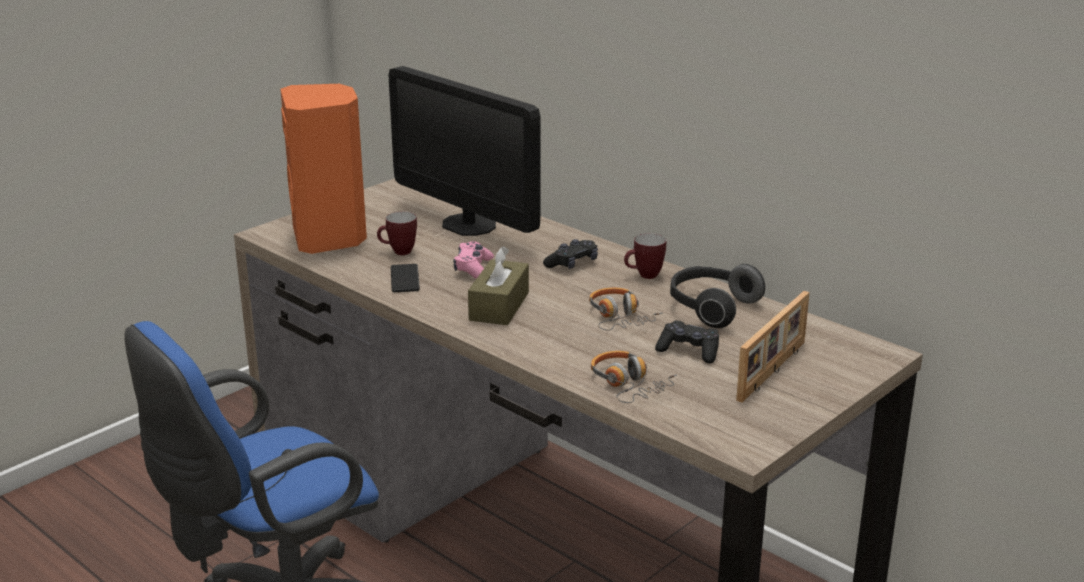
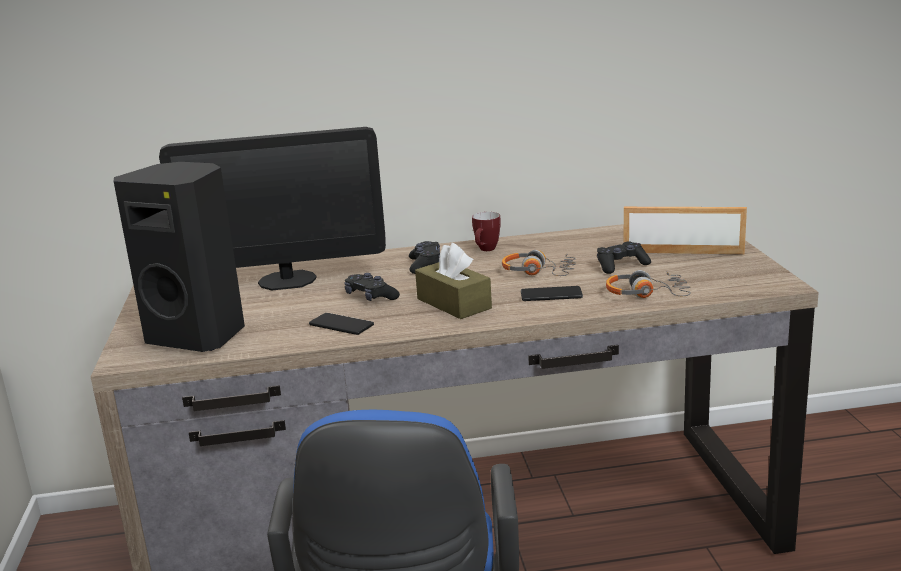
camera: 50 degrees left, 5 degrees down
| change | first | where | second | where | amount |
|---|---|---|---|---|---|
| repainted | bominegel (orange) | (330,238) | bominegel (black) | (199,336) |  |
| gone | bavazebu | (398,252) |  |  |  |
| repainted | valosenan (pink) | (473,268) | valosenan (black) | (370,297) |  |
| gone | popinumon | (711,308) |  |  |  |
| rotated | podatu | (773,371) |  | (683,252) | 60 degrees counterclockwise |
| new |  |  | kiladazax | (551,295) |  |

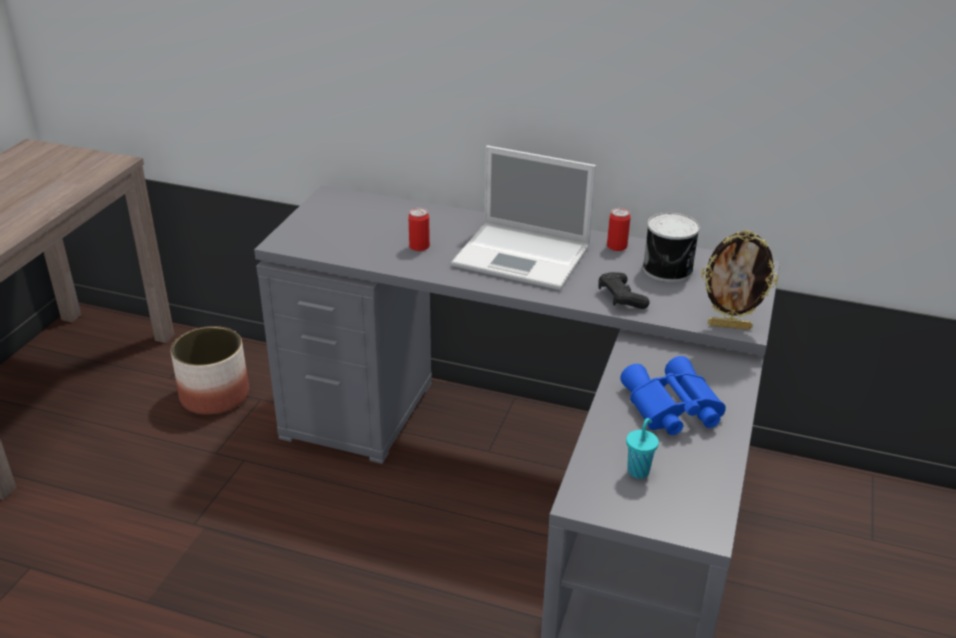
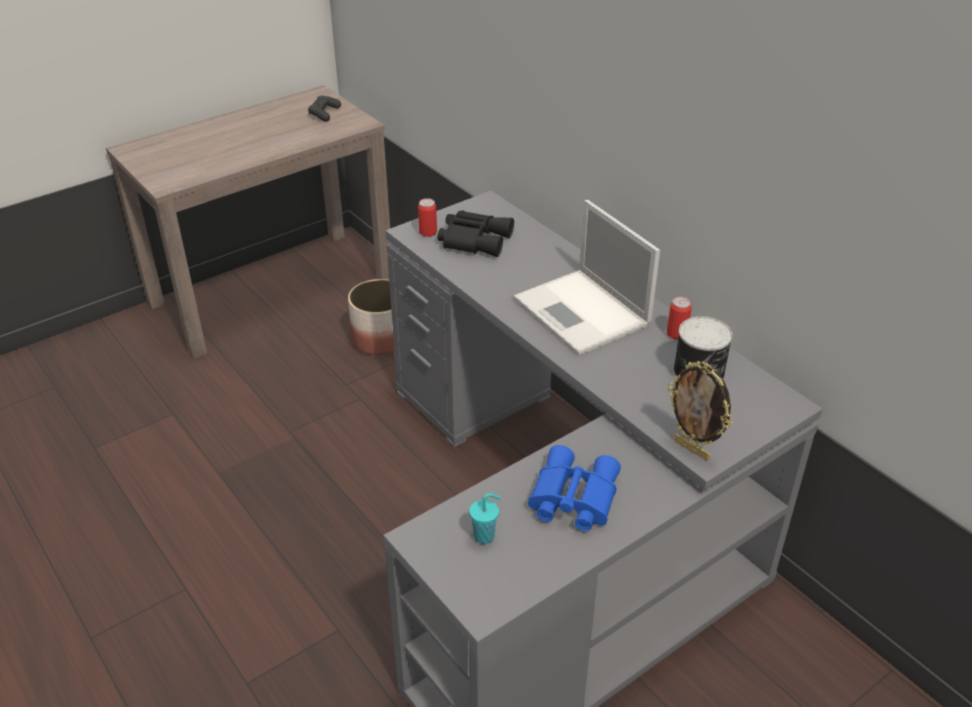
camera: 35 degrees right, 5 degrees up
| change | first | where | second | where | amount |
|---|---|---|---|---|---|
| shifted | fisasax | (419,246) |  | (428,232) |  |
| shifted | valosenan (black) | (621,298) |  | (324,113) |  |
| new |  |  | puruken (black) | (474,239) |  |

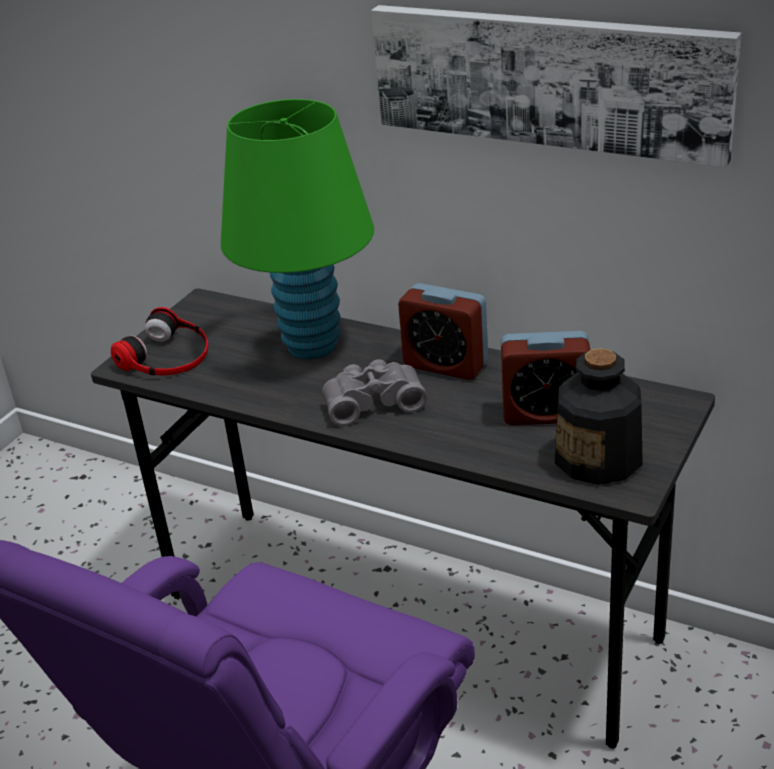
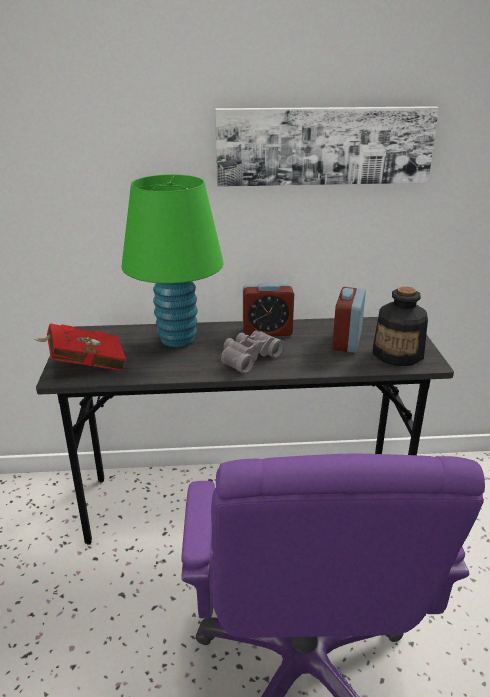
camera: 35 degrees left, 5 degrees down
| change | first | where | second | where | amount |
|---|---|---|---|---|---|
| swapped | popinumon | (167,355) | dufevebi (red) | (84,365) |  |
| rotated | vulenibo | (545,413) |  | (347,341) | 135 degrees clockwise |

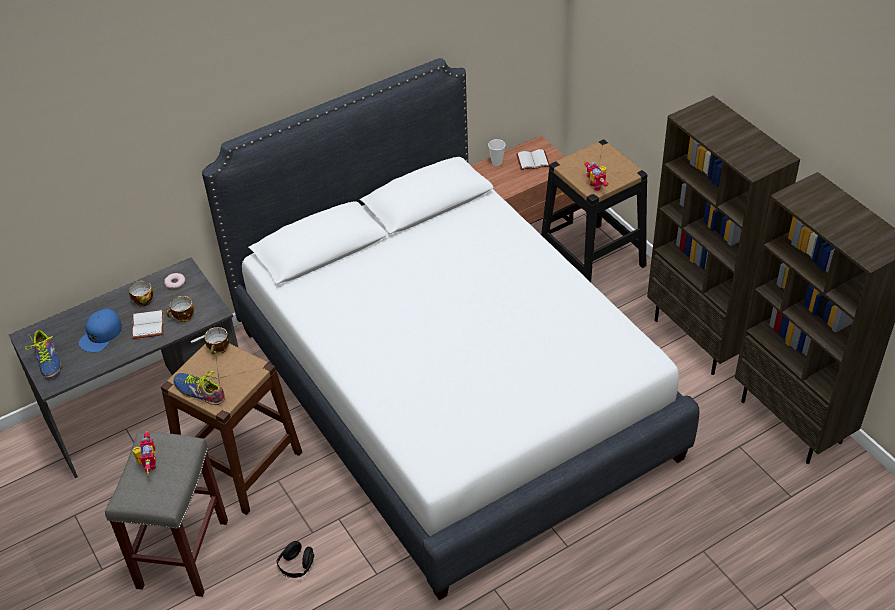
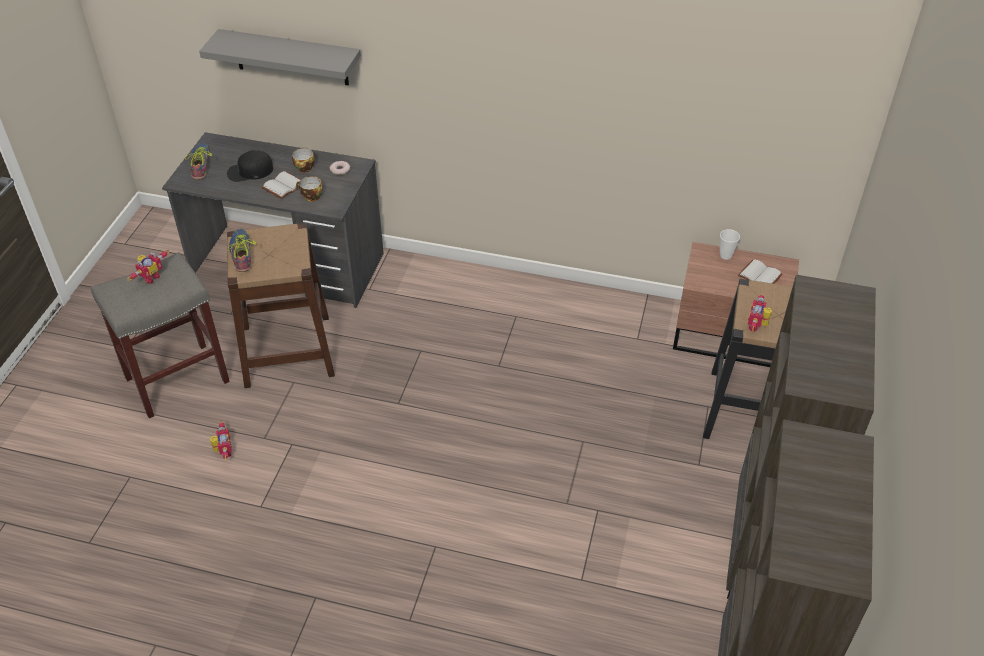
camera: 45 degrees right, 0 degrees up
| change | first | where | second | where | amount |
|---|---|---|---|---|---|
| rotated | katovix | (48,360) |  | (200,164) | 150 degrees clockwise |
| repainted | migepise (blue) | (101,334) | migepise (black) | (250,171) |  |
| gone | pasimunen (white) | (452,391) |  |  |  |
| gone | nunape | (219,349) |  |  |  |
| swapped | popinumon (black) | (296,566) | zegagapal | (223,452) |  |
| new |  |  | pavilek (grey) | (291,57) |  |

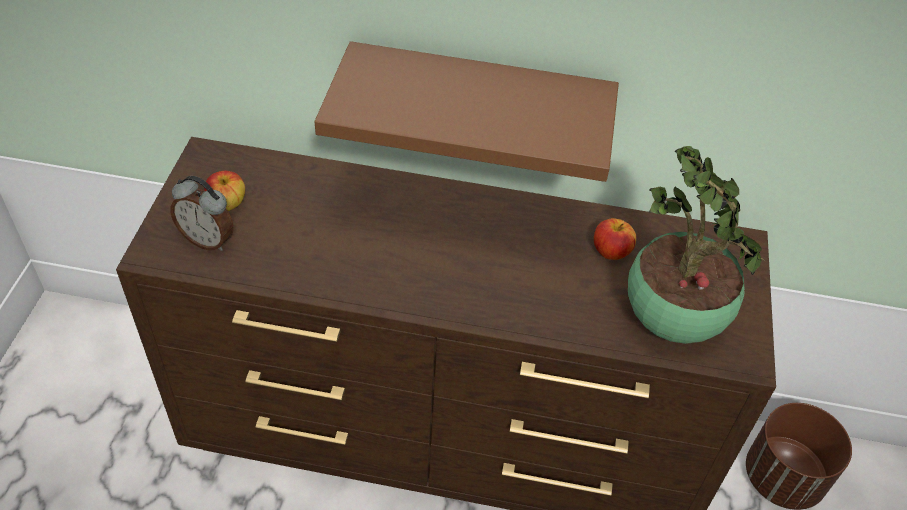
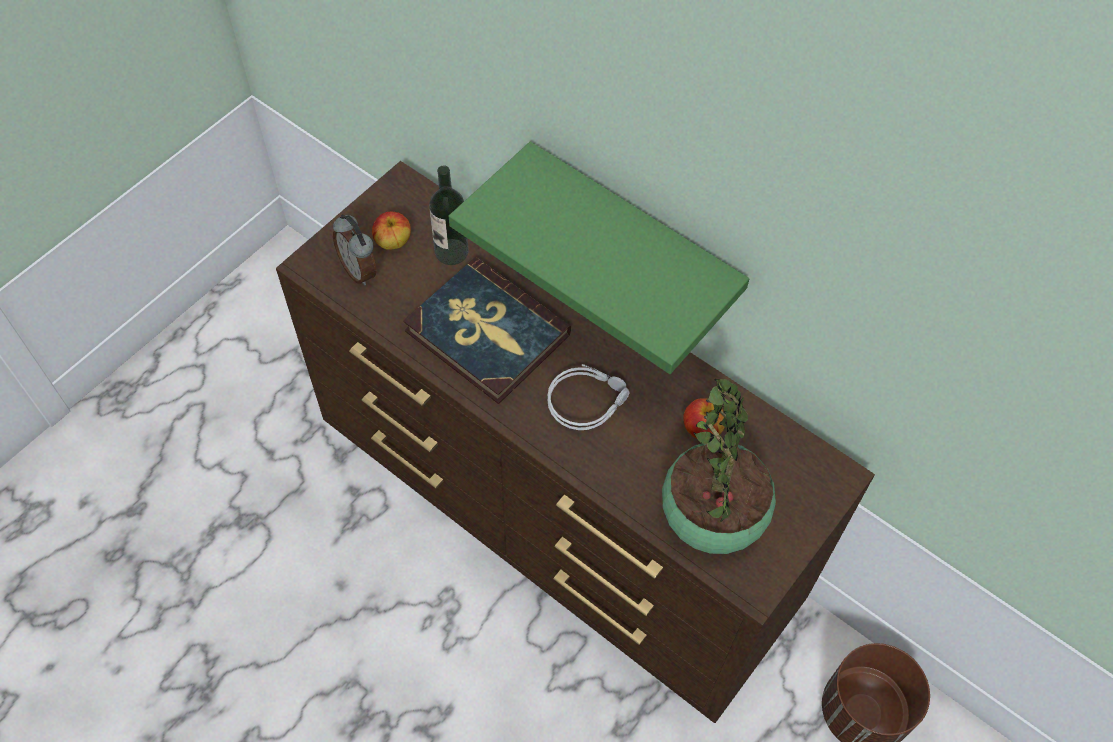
camera: 30 degrees right, 10 degrees up
| change | first | where | second | where | amount |
|---|---|---|---|---|---|
| repainted | pavilek (brown) | (479,101) | pavilek (green) | (632,238) |  |
| new |  |  | dufevebi | (486,333) |  |
| new |  |  | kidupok | (451,252) |  |
| new |  |  | popinumon (grey) | (587,399) |  |

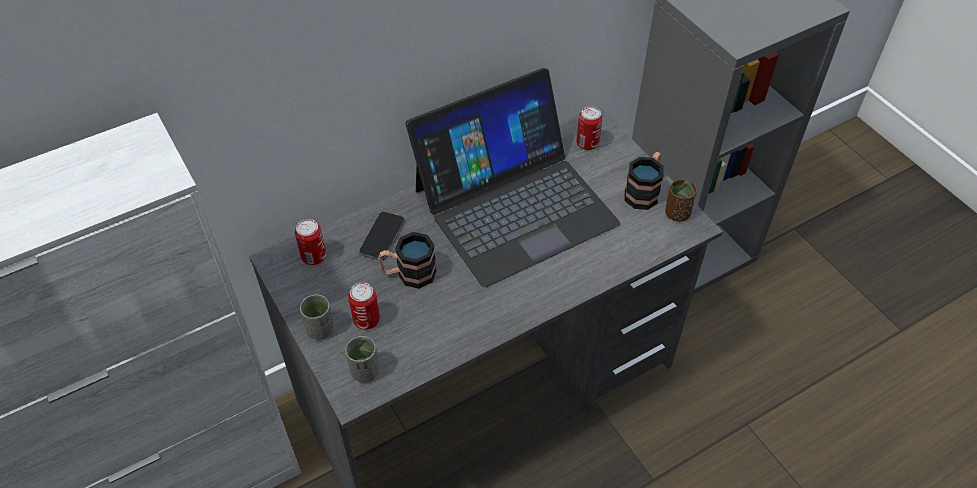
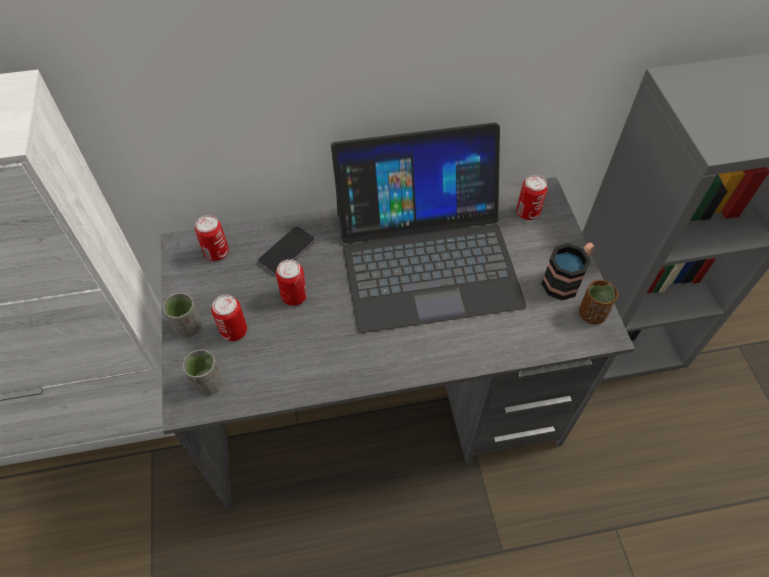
camera: 20 degrees right, 5 degrees up
| change | first | where | second | where | amount |
|---|---|---|---|---|---|
| swapped | bavazebu | (408,274) | fisasax | (294,296) |  |

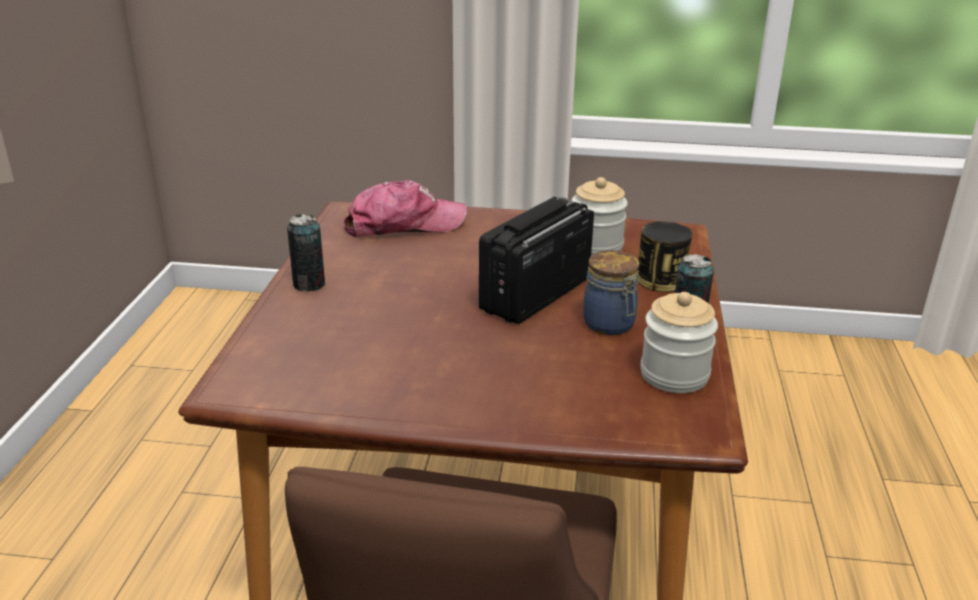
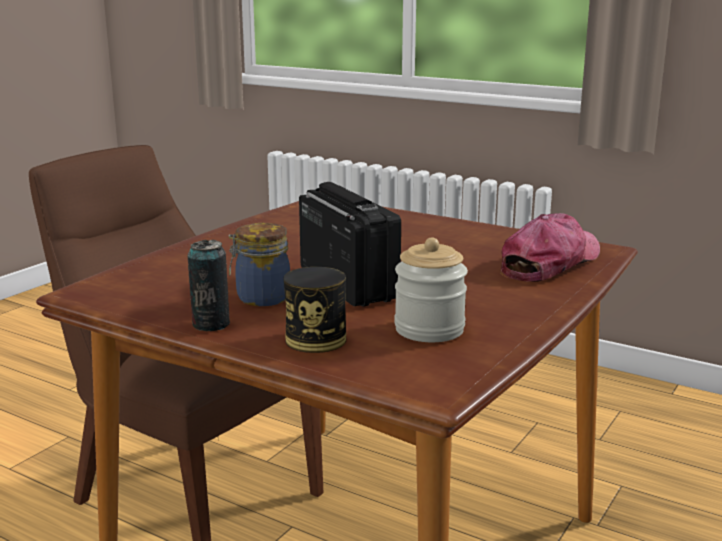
camera: 115 degrees right, 10 degrees down
| change | first | where | second | where | amount |
|---|---|---|---|---|---|
| gone | fisasax | (309,284) |  |  |  |
| rotated | migepise | (404,225) |  | (550,263) | 150 degrees counterclockwise |
| gone | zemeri | (674,375) |  |  |  |

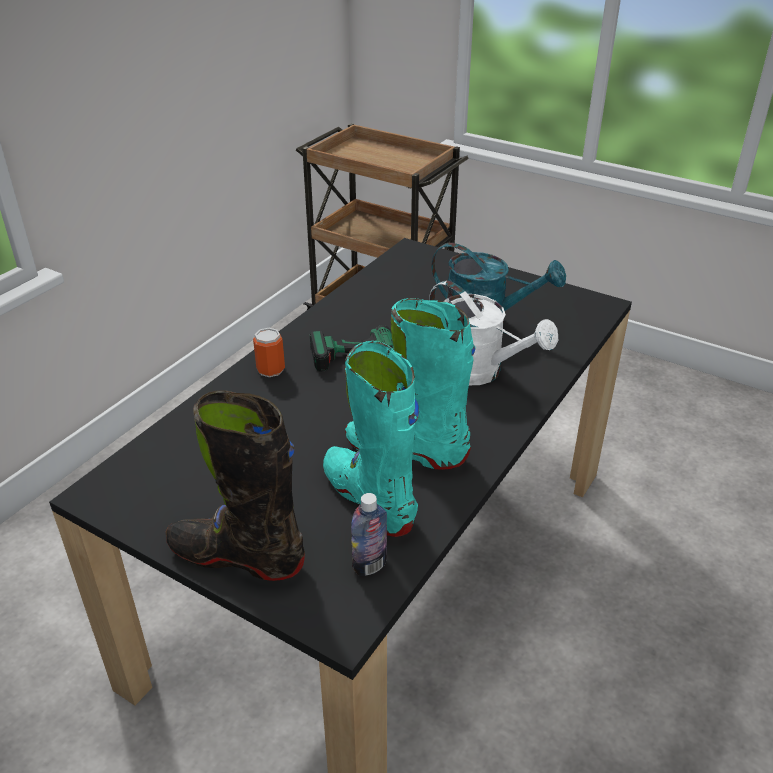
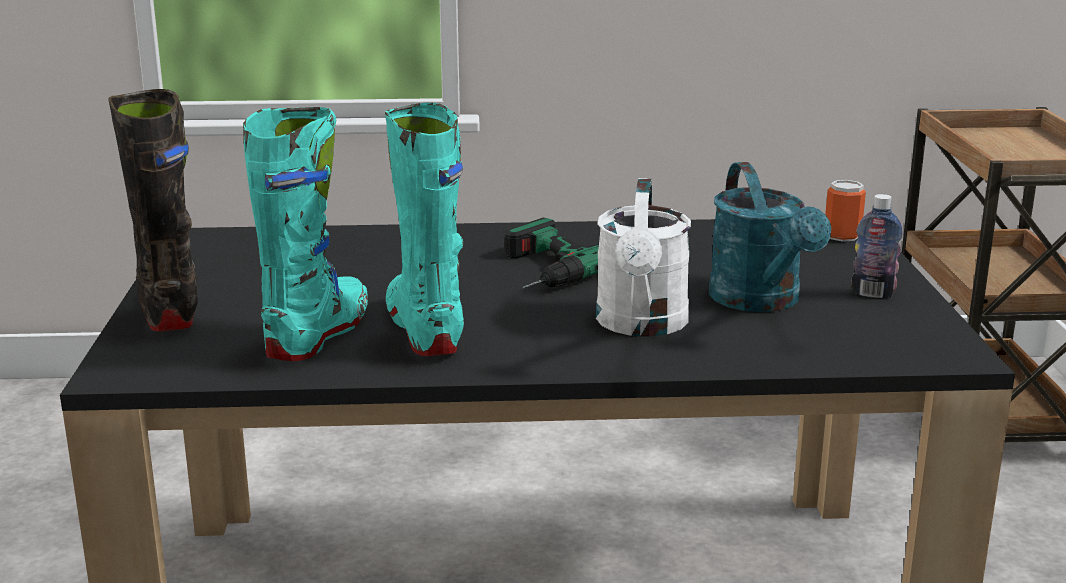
camera: 55 degrees right, 15 degrees down
| change | first | where | second | where | amount |
|---|---|---|---|---|---|
| shifted | fisasax | (270,370) |  | (842,236) |  |
| shifted | kidupok | (370,565) |  | (873,293) |  |

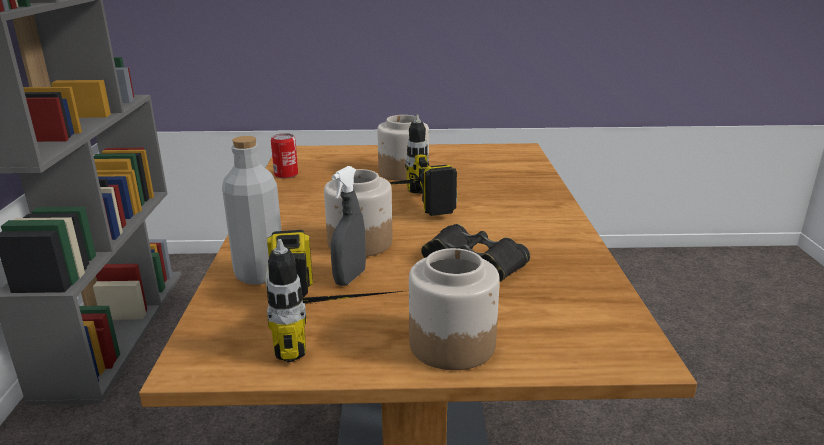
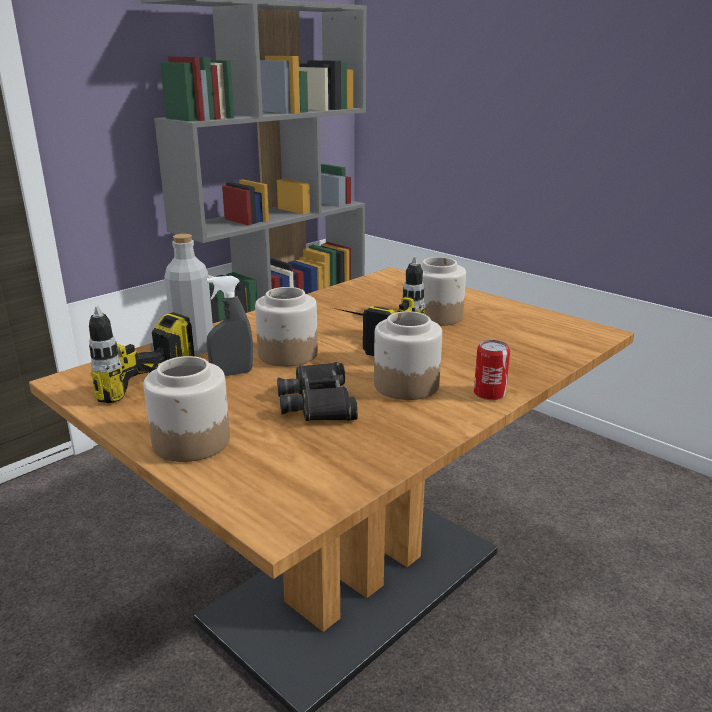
camera: 45 degrees right, 0 degrees up
| change | first | where | second | where | amount |
|---|---|---|---|---|---|
| shifted | fisasax | (286,174) |  | (489,393) |  |
| new |  |  | zemeri | (405,385) |  |

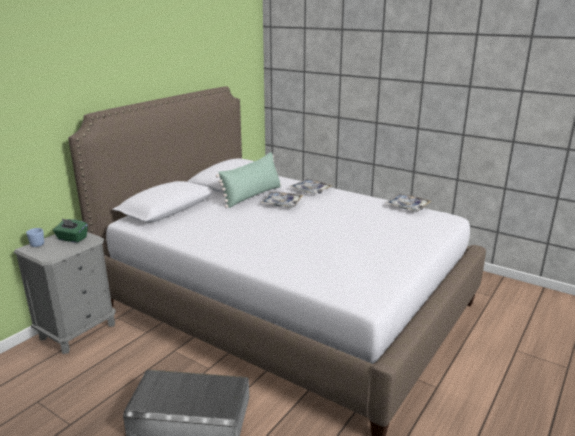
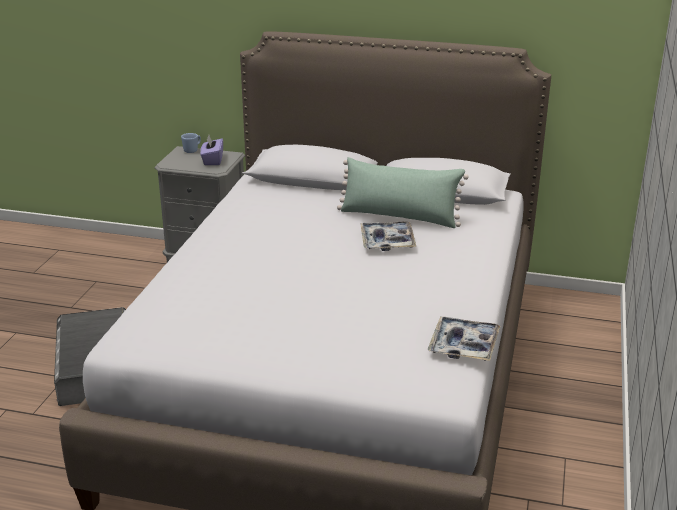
camera: 70 degrees right, 5 degrees up
| change | first | where | second | where | amount |
|---|---|---|---|---|---|
| repainted | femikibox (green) | (72,239) | femikibox (purple) | (212,160) |  |
| gone | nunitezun | (310,190) |  |  |  |

